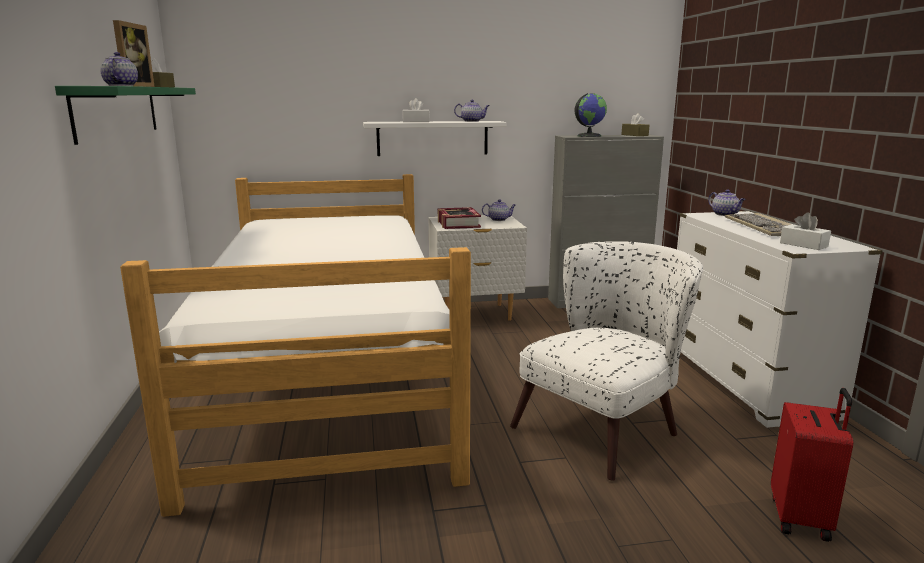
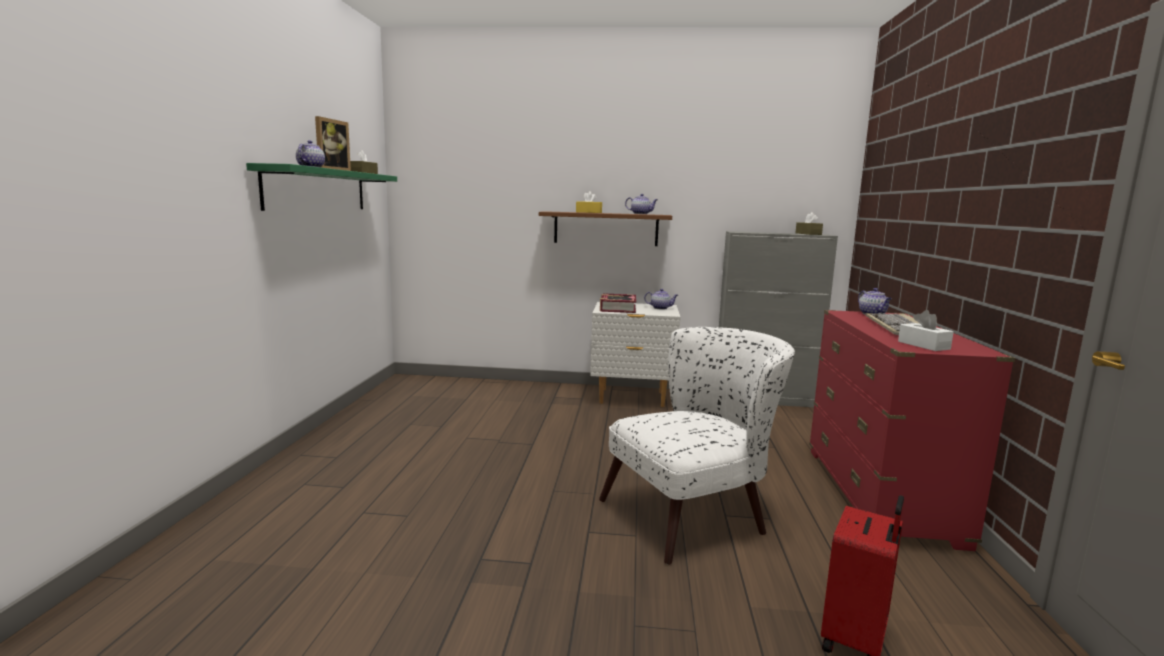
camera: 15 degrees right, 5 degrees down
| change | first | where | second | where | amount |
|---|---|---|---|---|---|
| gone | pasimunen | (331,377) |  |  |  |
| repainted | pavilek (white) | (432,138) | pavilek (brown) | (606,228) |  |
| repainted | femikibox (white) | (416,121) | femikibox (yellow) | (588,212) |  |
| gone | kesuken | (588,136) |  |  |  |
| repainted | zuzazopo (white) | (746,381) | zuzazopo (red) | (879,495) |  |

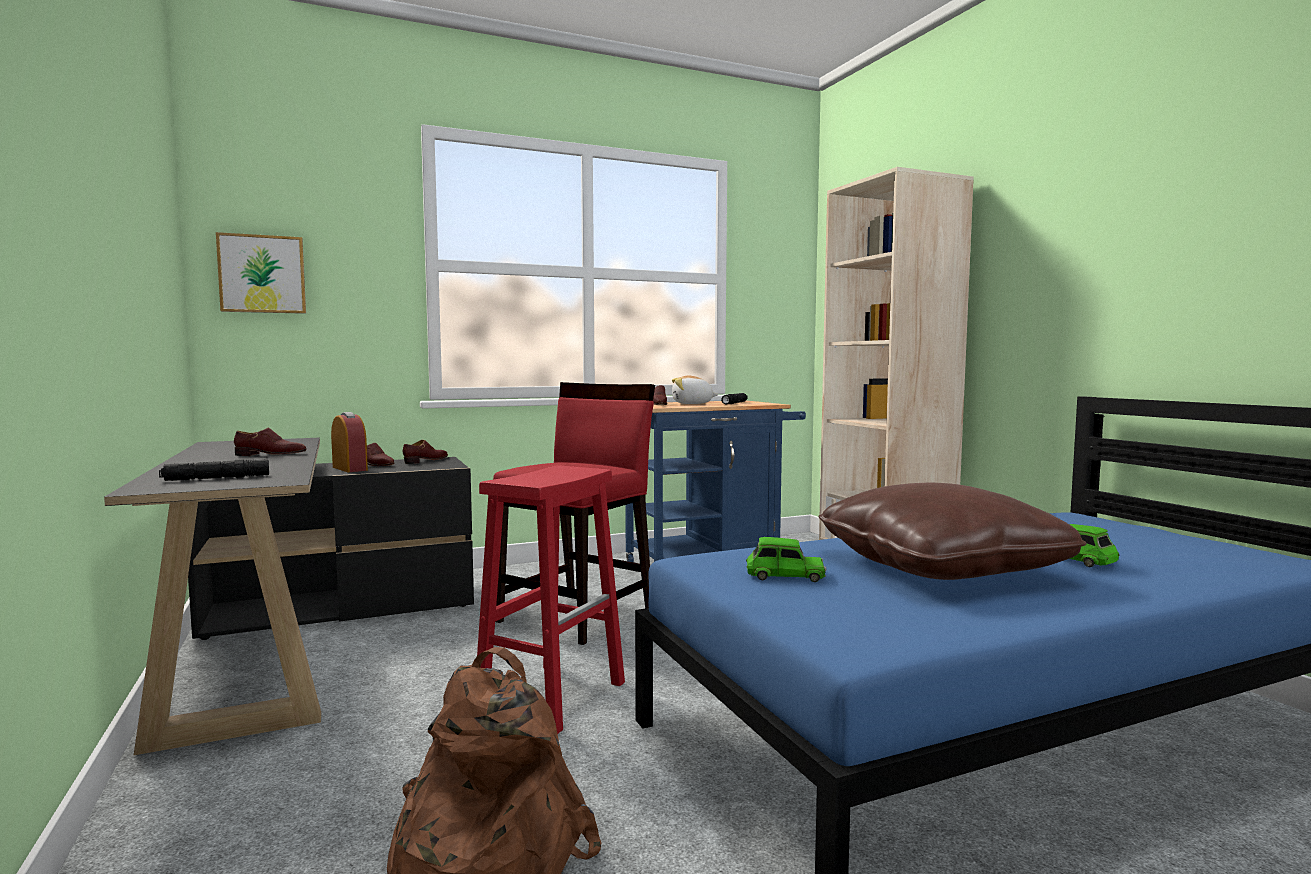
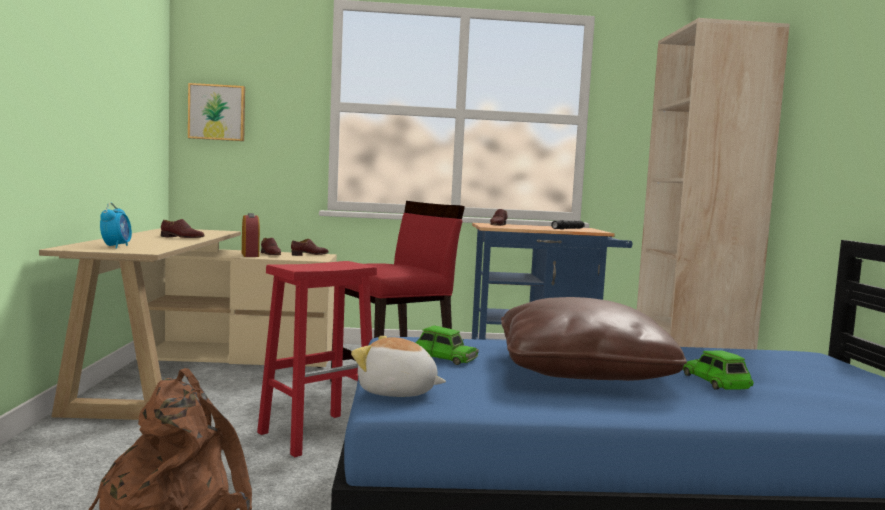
camera: 20 degrees right, 0 degrees up
| change | first | where | second | where | amount |
|---|---|---|---|---|---|
| repainted | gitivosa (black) | (302,640) | gitivosa (beige) | (198,371) |  |
| swapped | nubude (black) | (216,478) | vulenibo | (116,246) |  |
| shifted | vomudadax | (692,404) |  | (397,392) |  |

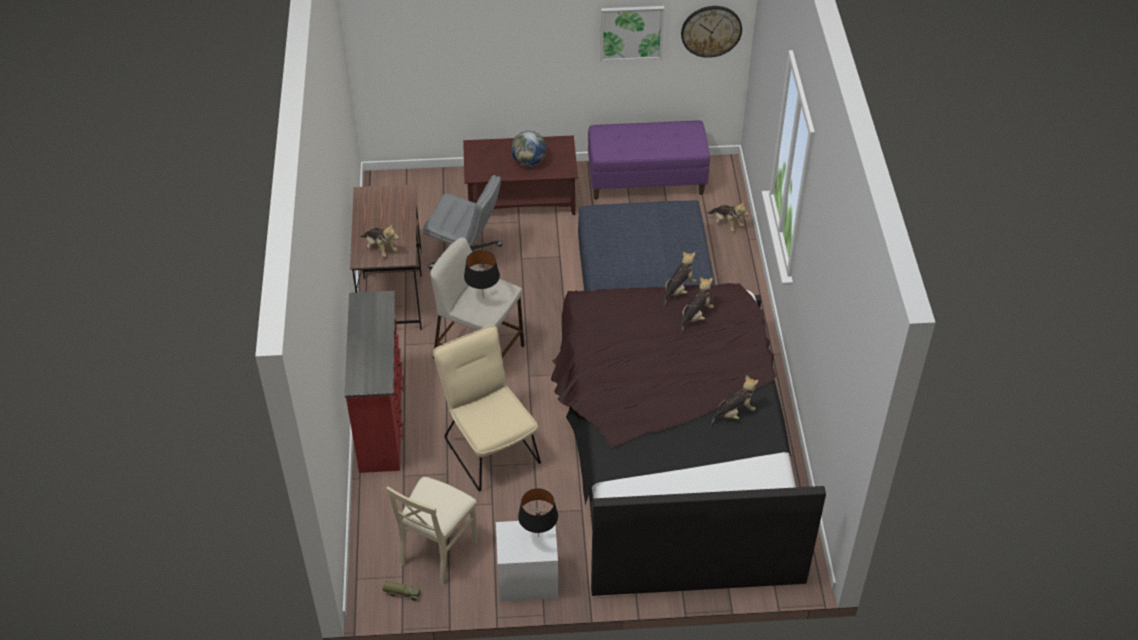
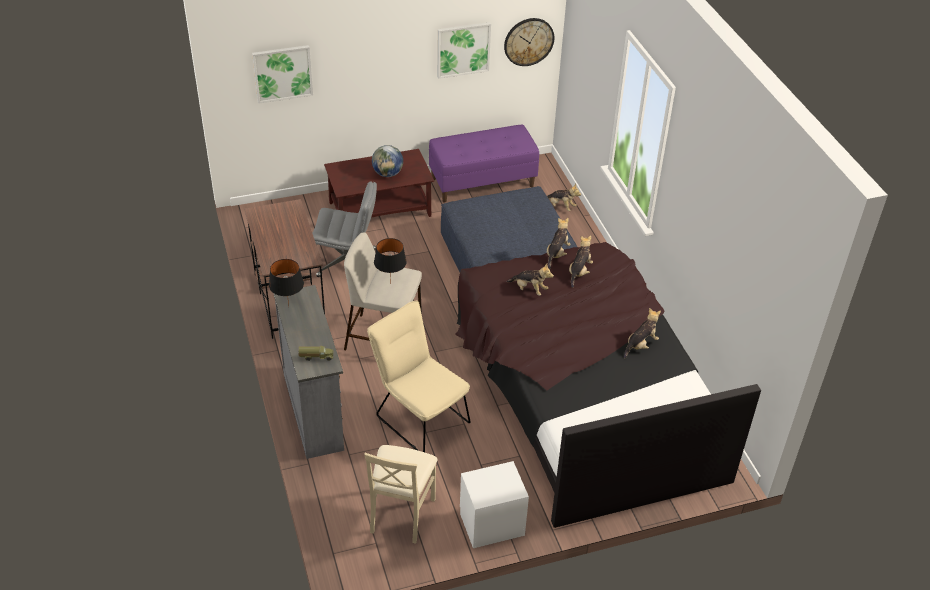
camera: 15 degrees left, 5 degrees down
| change | first | where | second | where | amount |
|---|---|---|---|---|---|
| repainted | zuzazopo (red) | (382,421) | zuzazopo (grey) | (314,410) |  |
| shifted | vomudadax | (380,248) |  | (529,289) |  |
| shifted | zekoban | (402,593) |  | (316,357) |  |
| shifted | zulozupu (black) | (538,536) |  | (288,307) |  |
| new |  |  | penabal | (282,73) |  |

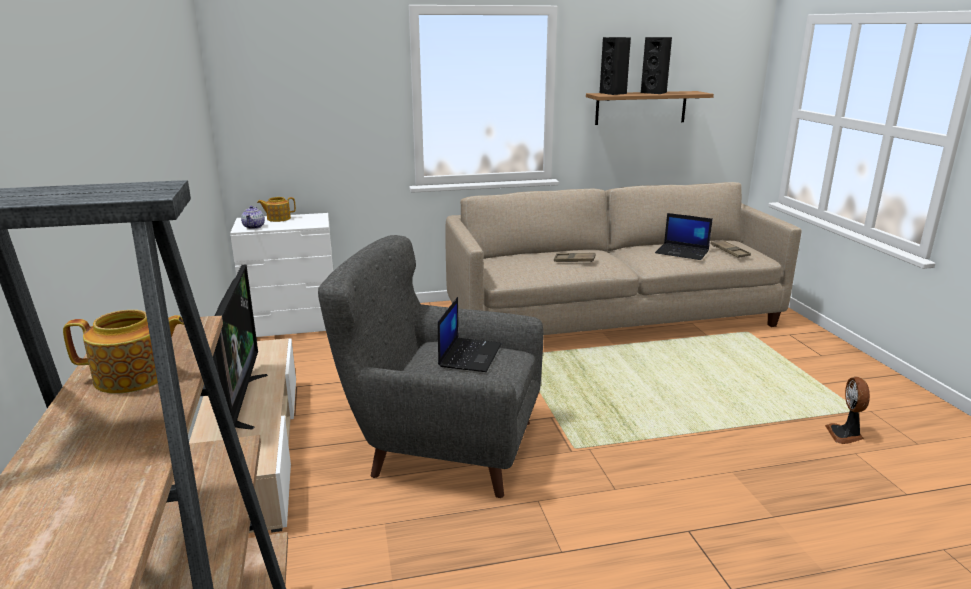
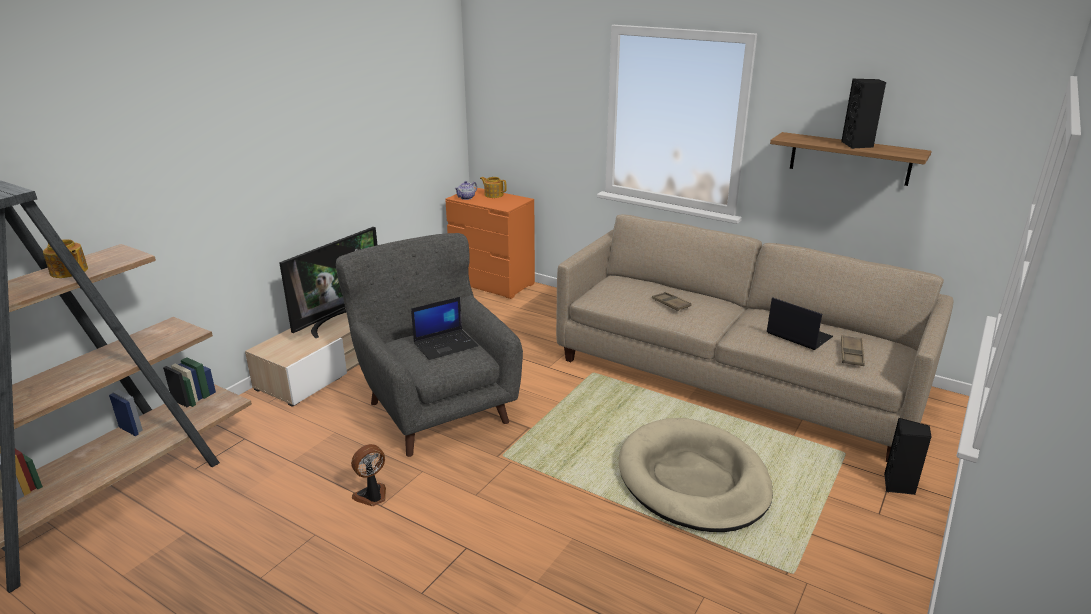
camera: 45 degrees right, 5 degrees up
| change | first | where | second | where | amount |
|---|---|---|---|---|---|
| repainted | zuzazopo (white) | (293,325) | zuzazopo (orange) | (493,283) |  |
| shifted | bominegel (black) | (614,93) |  | (899,486) |  |
| rotated | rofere | (683,252) |  | (798,335) | 150 degrees clockwise |
| shifted | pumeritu | (845,435) |  | (372,496) |  |
| new |  |  | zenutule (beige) | (693,480) |  |

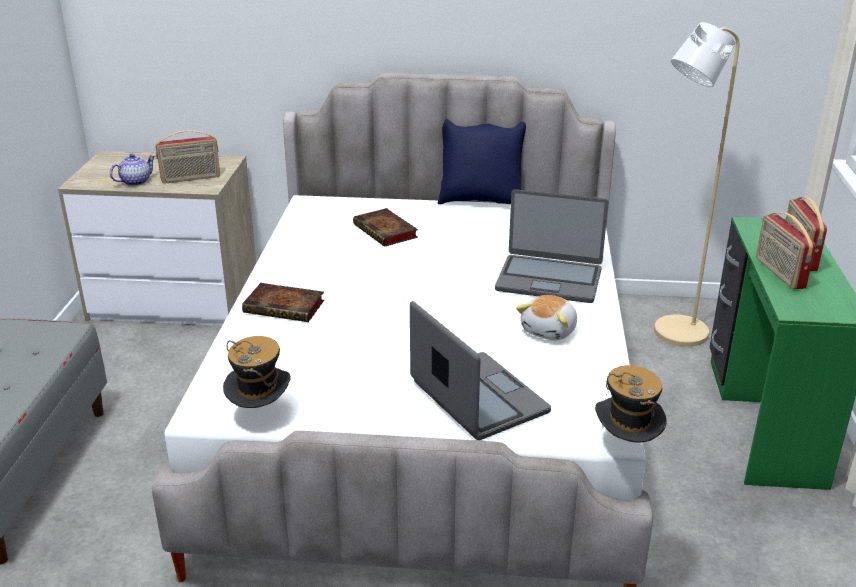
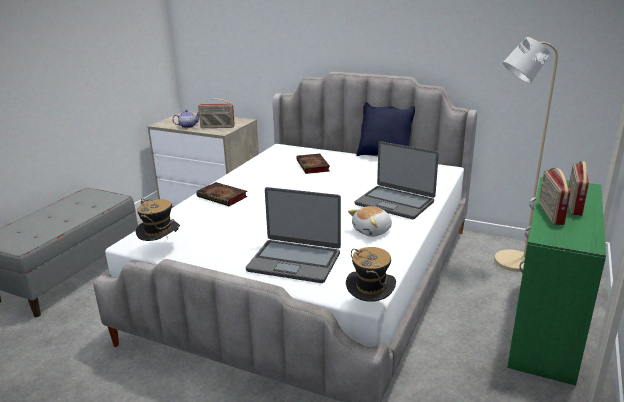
camera: 20 degrees right, 5 degrees down
| change | first | where | second | where | amount |
|---|---|---|---|---|---|
| rotated | rofere | (477,398) |  | (294,261) | 120 degrees clockwise |

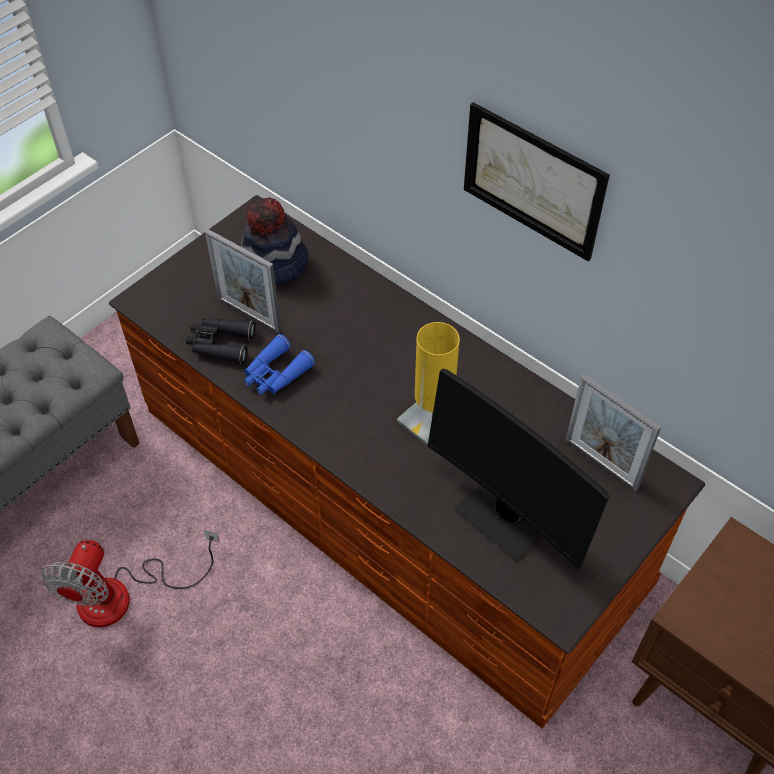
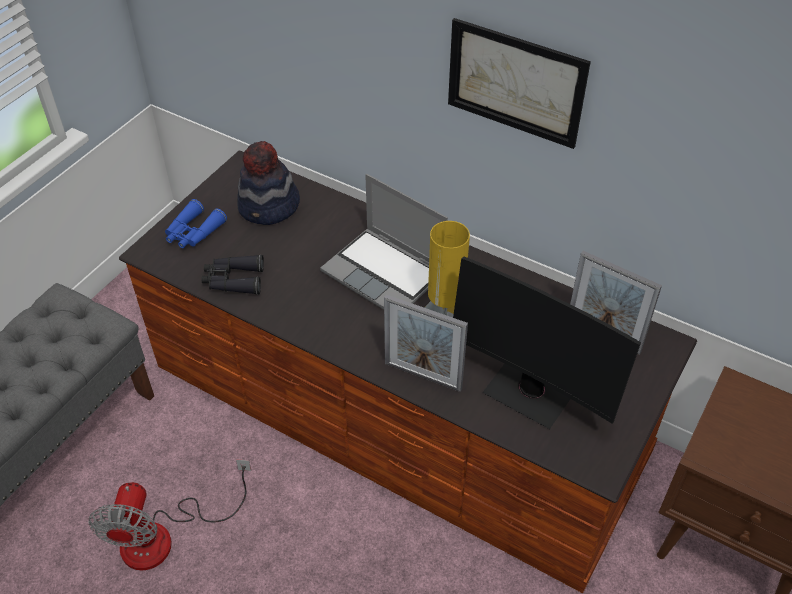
camera: 10 degrees left, 5 degrees down
| change | first | where | second | where | amount |
|---|---|---|---|---|---|
| shifted | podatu | (249,315) |  | (423,376) |  |
| shifted | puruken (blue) | (275,374) |  | (193,232) |  |
| new |  |  | rofere | (385,273) |  |

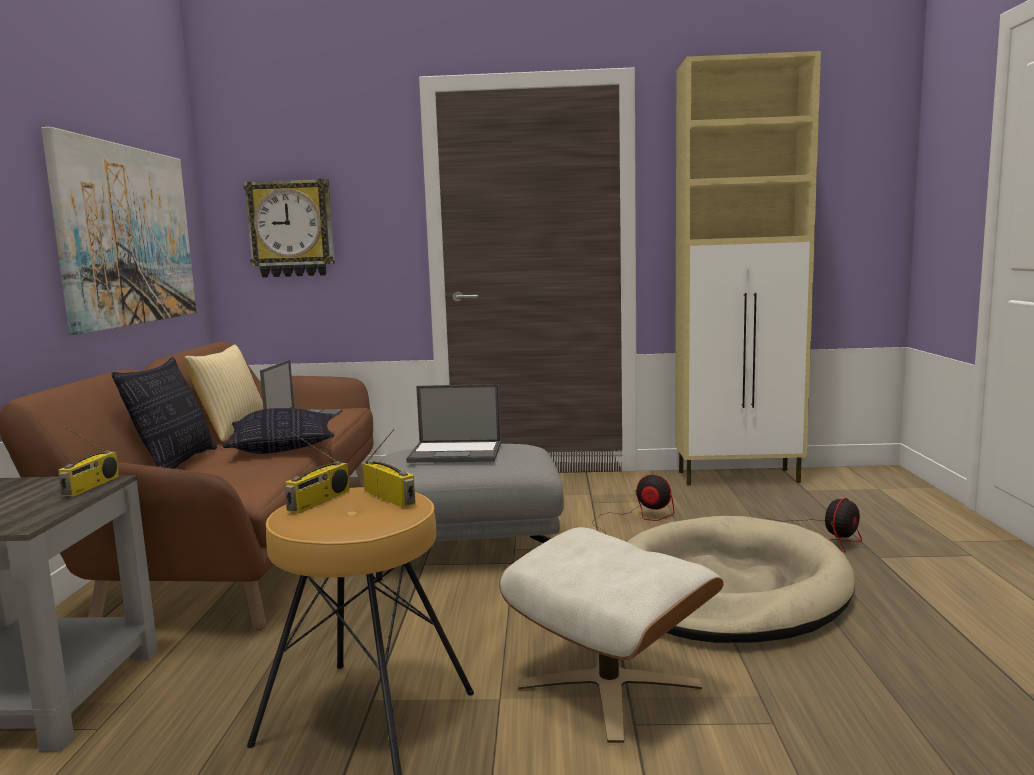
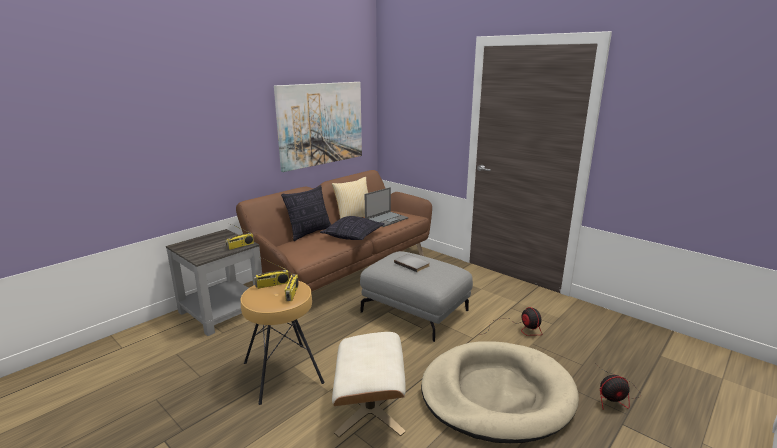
camera: 40 degrees right, 10 degrees up
| change | first | where | second | where | amount |
|---|---|---|---|---|---|
| gone | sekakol | (291,229) |  |  |  |
| swapped | rofere | (457,452) | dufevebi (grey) | (412,264) |  |
| gone | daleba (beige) | (739,477) |  |  |  |

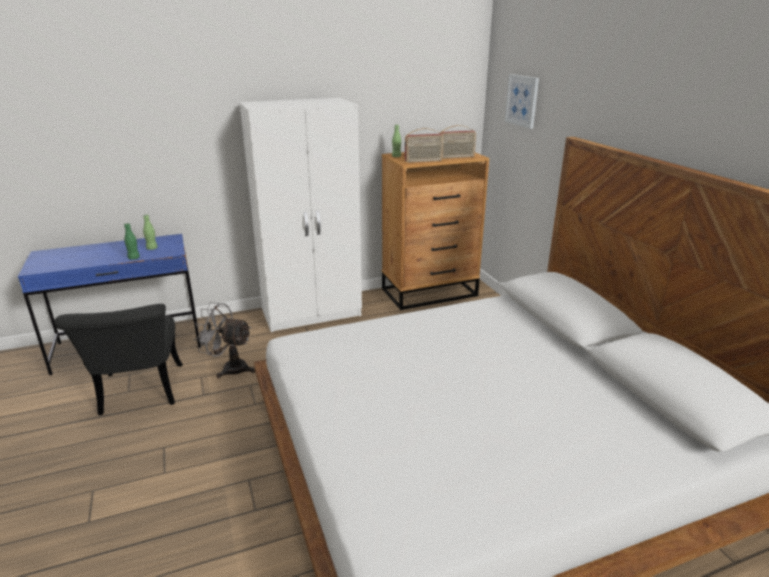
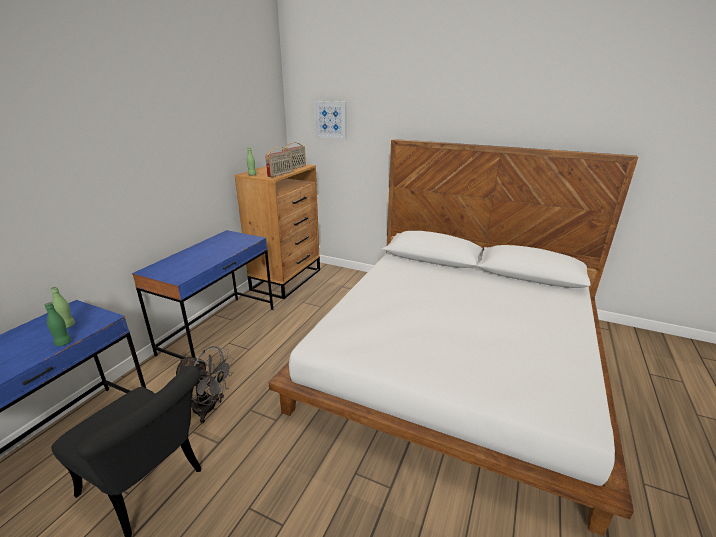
camera: 45 degrees left, 0 degrees up
| change | first | where | second | where | amount |
|---|---|---|---|---|---|
| rotated | pumeritu (grey) | (229,368) |  | (210,408) | 135 degrees counterclockwise |
| swapped | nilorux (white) | (312,313) | gitivosa (blue) | (219,330) |  |

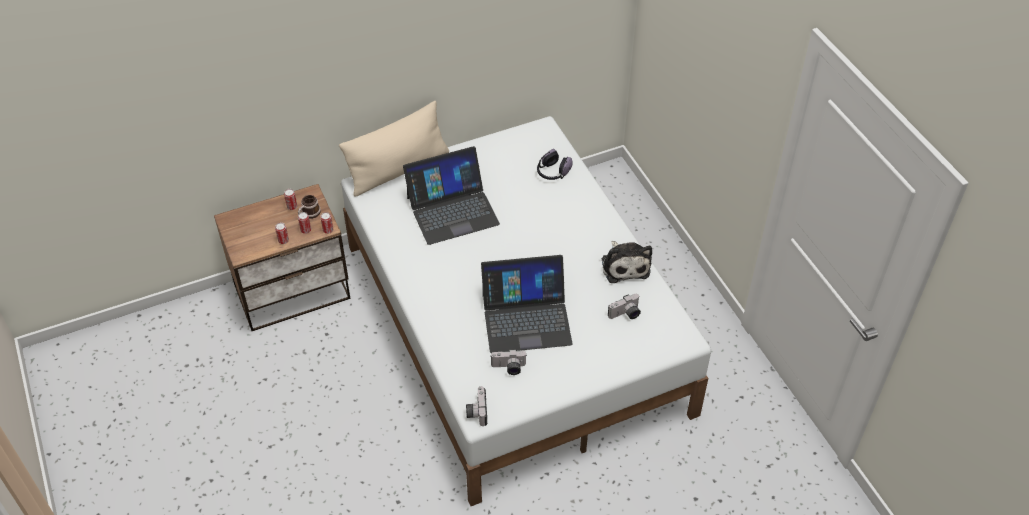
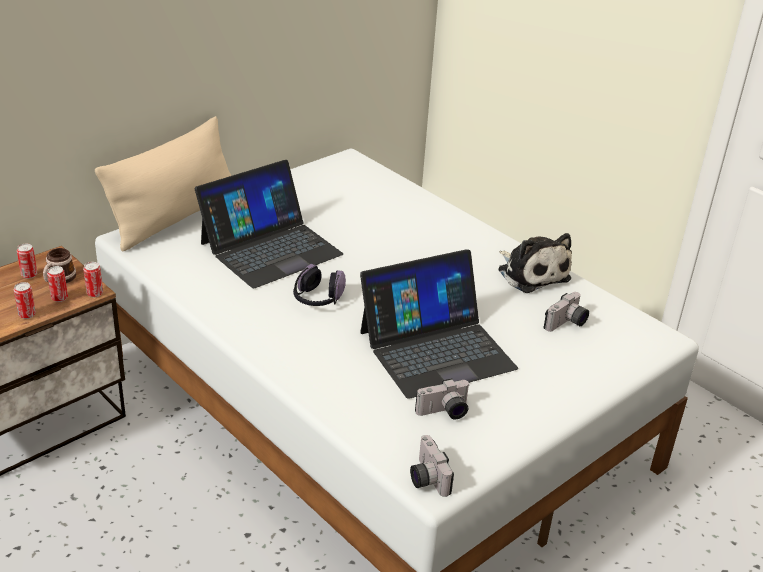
camera: 20 degrees left, 15 degrees down
| change | first | where | second | where | amount |
|---|---|---|---|---|---|
| shifted | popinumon | (552,172) |  | (317,299) |  |

